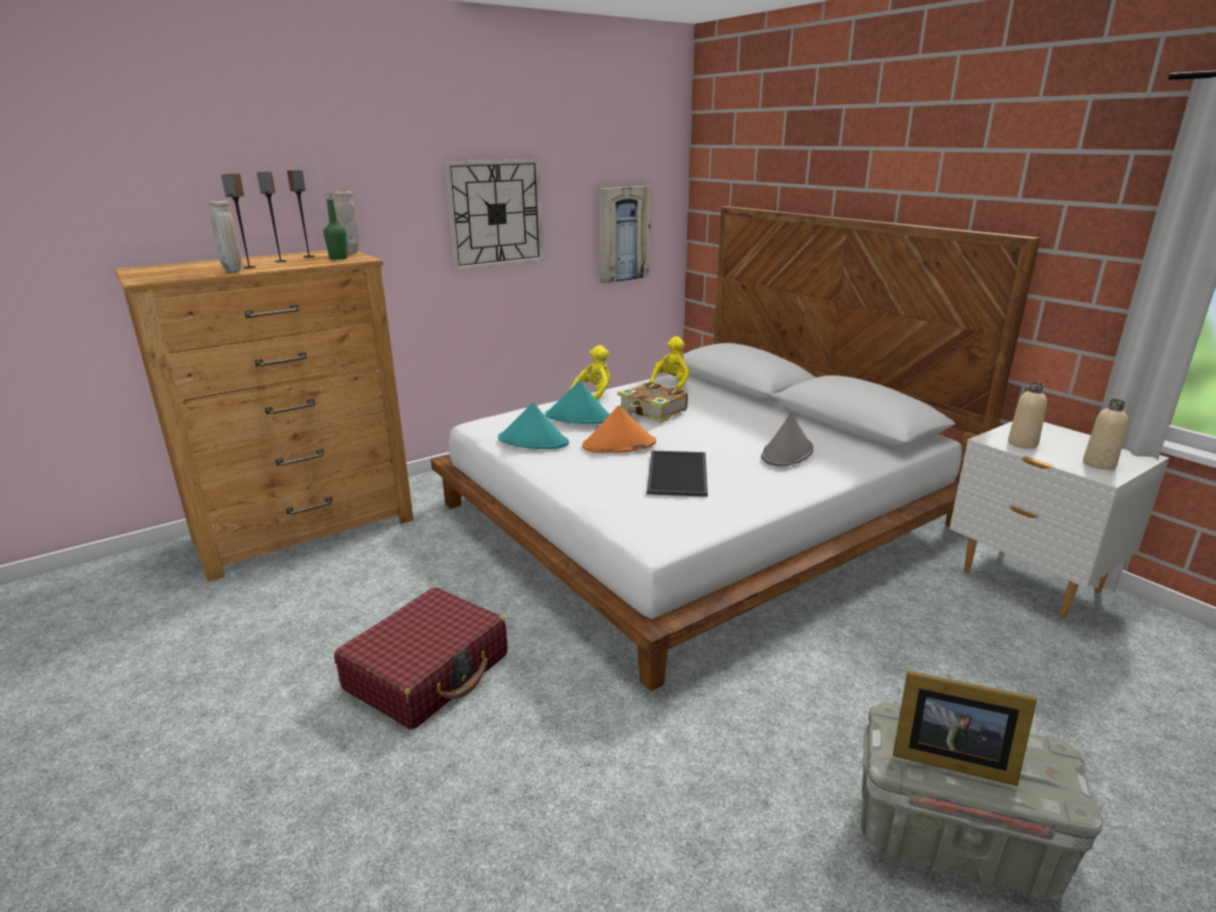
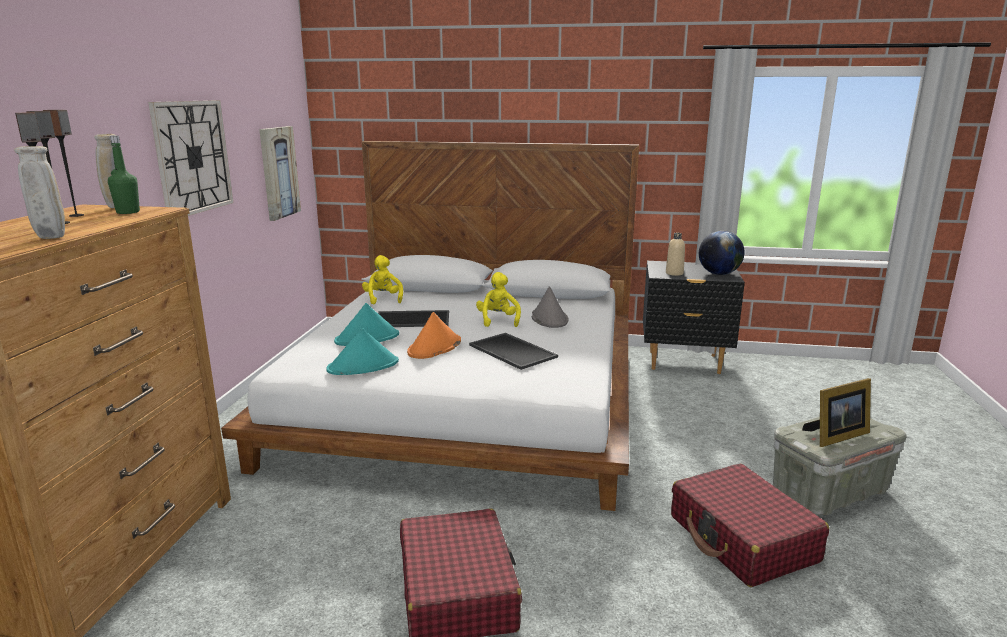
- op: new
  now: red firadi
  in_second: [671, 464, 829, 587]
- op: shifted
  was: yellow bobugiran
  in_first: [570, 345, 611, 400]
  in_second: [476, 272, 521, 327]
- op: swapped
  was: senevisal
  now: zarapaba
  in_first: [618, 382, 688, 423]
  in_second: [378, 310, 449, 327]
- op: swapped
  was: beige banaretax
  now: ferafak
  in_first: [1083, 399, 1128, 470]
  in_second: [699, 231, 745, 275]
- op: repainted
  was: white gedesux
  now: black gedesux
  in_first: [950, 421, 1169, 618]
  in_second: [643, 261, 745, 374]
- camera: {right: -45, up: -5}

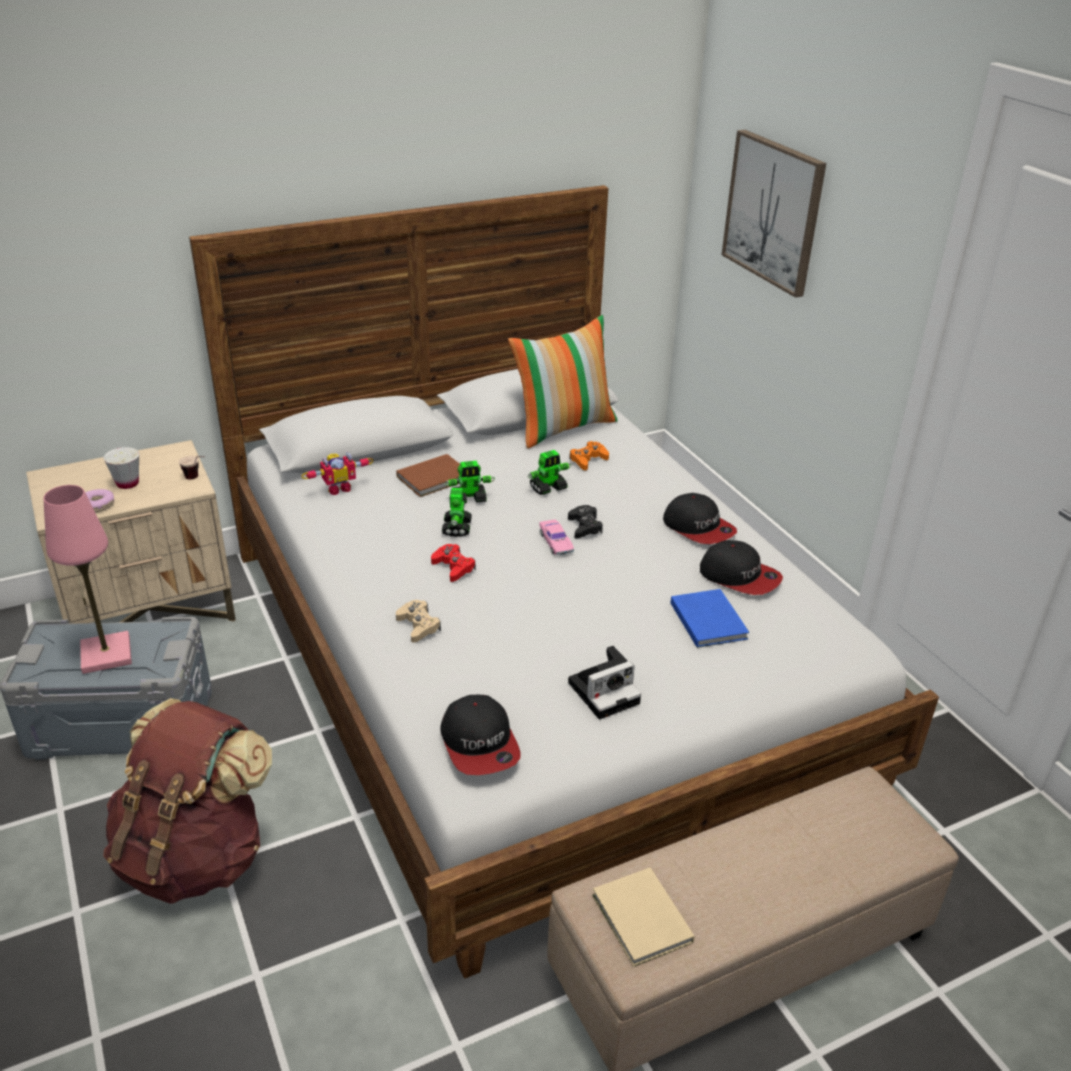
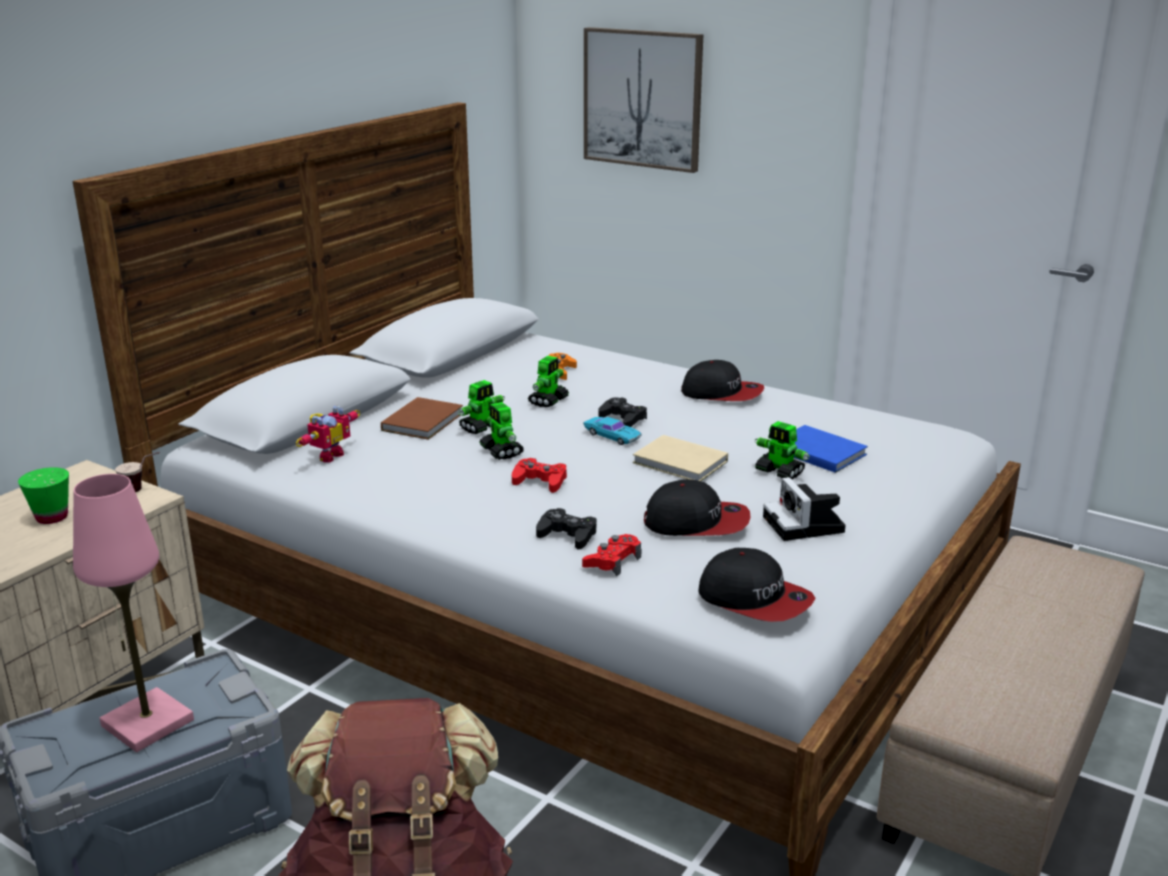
- op: gone
  was: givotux
  in_first: [86, 489, 114, 512]
- op: gone
  was: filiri
  in_first: [508, 315, 618, 448]
- op: new
  now: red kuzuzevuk
  in_second: [582, 534, 641, 576]
- op: new
  now: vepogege
  in_second: [755, 421, 810, 479]
- op: shifted
  was: beige senevisal
  in_first: [592, 867, 694, 967]
  in_second: [633, 435, 728, 481]
- op: shifted
  was: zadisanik
  in_first: [700, 540, 783, 595]
  in_second: [644, 479, 751, 536]
- op: repainted
  was: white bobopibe
  now: green bobopibe
  in_first: [103, 447, 139, 489]
  in_second: [18, 467, 69, 524]
- op: repainted
  was: beige kuzuzevuk
  now: black kuzuzevuk
  in_first: [396, 600, 441, 643]
  in_second: [536, 508, 597, 550]
- op: repainted
  was: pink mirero
  now: turquoise mirero
  in_first: [539, 519, 574, 555]
  in_second: [584, 417, 641, 445]
- op: rotated
  was: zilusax
  in_first: [568, 646, 641, 720]
  in_second: [763, 477, 846, 541]
  clockwise: 135
- camera: {right: -30, up: -10}

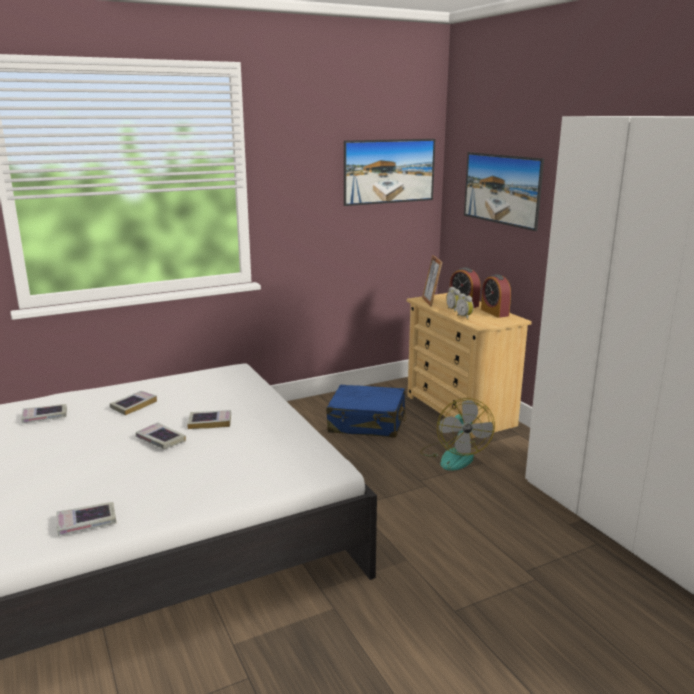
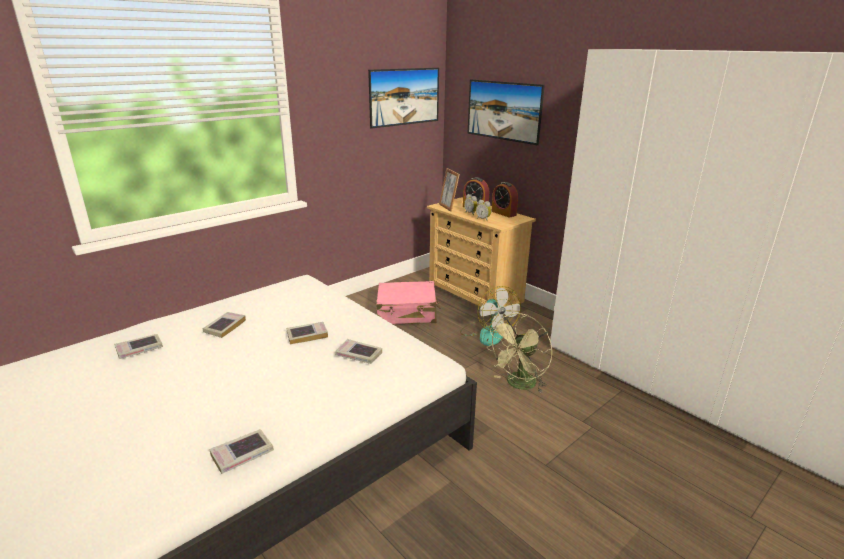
- op: new
  now: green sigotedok
  in_second: [488, 313, 552, 393]
- op: shifted
  was: senevisal
  in_first: [136, 422, 186, 449]
  in_second: [335, 339, 382, 364]
- op: repainted
  was: blue firadi
  now: pink firadi
  in_first: [326, 385, 406, 438]
  in_second: [376, 281, 441, 325]
- camera: {right: -15, up: 5}

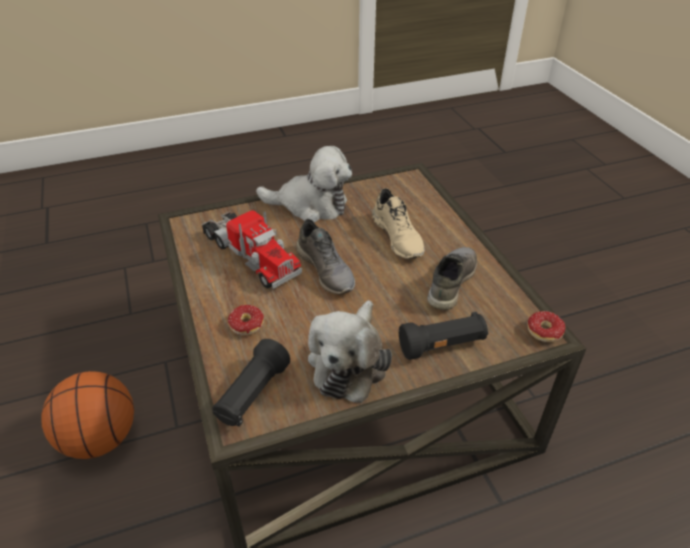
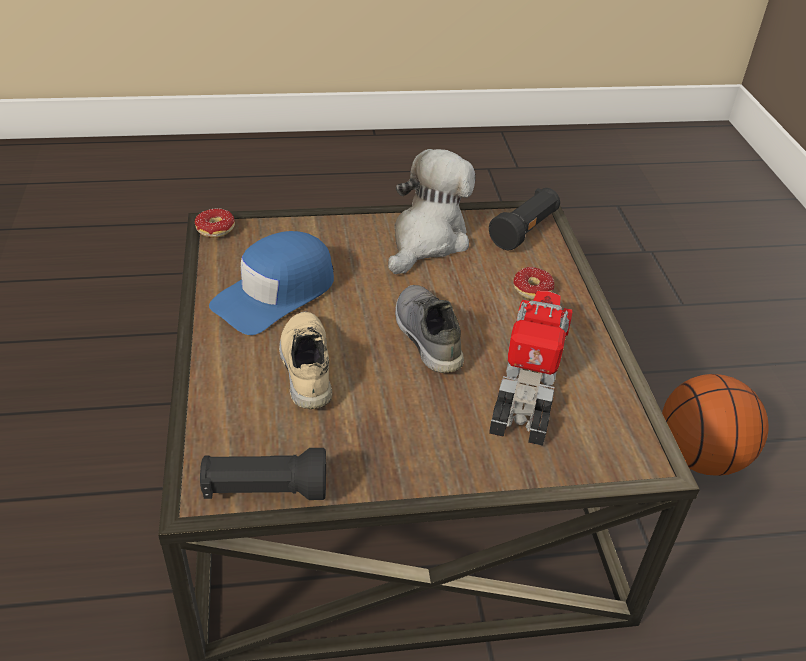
- op: gone
  was: bobugiran
  in_first: [256, 146, 352, 223]
- op: shifted
  was: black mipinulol
  in_first: [399, 312, 488, 360]
  in_second: [200, 448, 326, 500]
- op: swapped
  was: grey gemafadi
  now: blue zadisanik
  in_first: [427, 247, 477, 310]
  in_second: [209, 231, 334, 335]
- op: rotated
  was: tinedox
  in_first: [202, 210, 302, 289]
  in_second: [489, 291, 572, 446]
  clockwise: 45
- camera: {right: -170, up: 0}

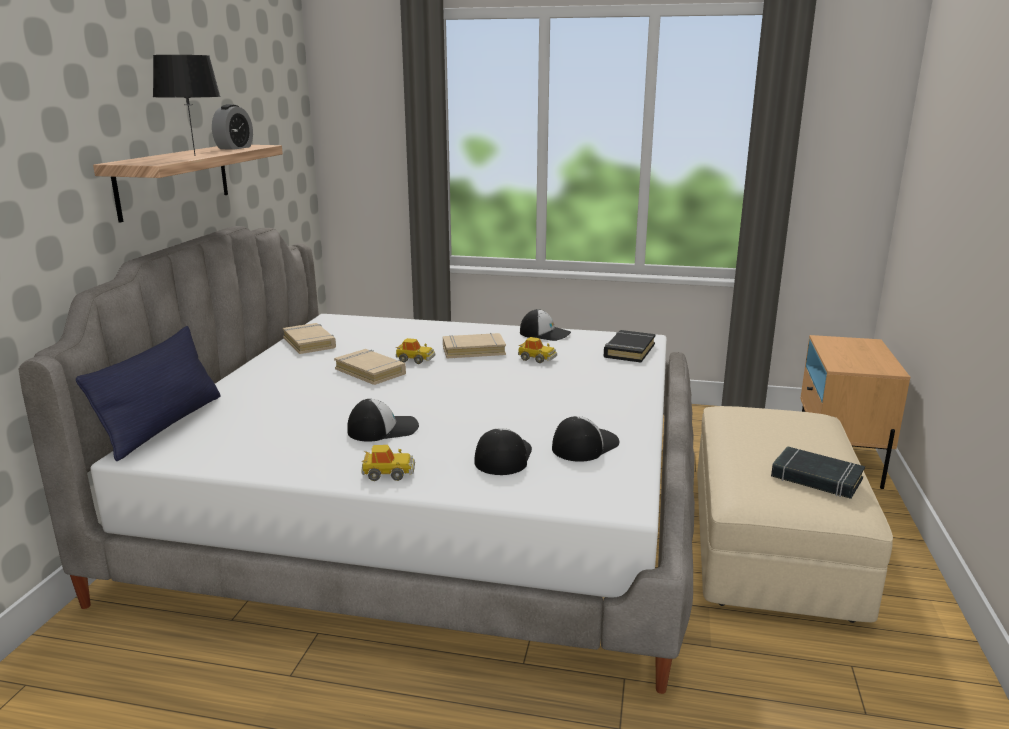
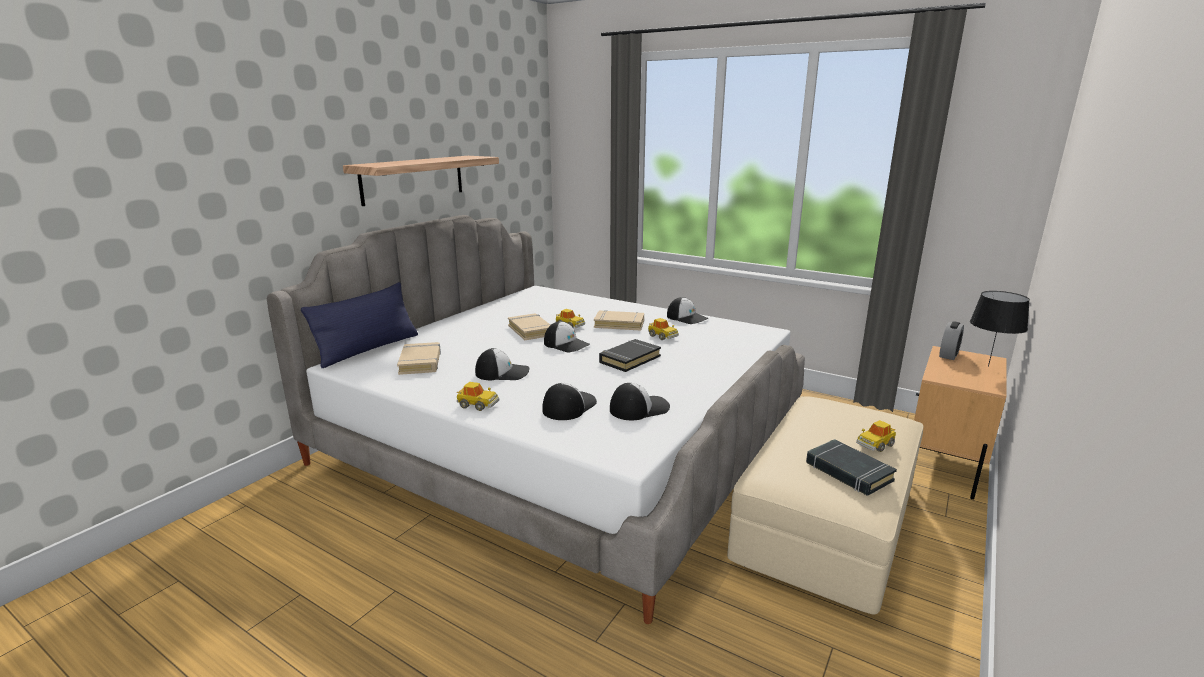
- op: new
  now: zadisanik
  in_second: [544, 321, 590, 353]
- op: new
  now: mirero
  in_second: [856, 420, 896, 452]
- op: shifted
  was: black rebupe
  in_first: [153, 55, 221, 155]
  in_second: [970, 291, 1030, 367]
- op: shifted
  was: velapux
  in_first: [212, 104, 253, 150]
  in_second: [939, 321, 964, 360]
- op: shifted
  was: beige senevisal
  in_first: [283, 323, 336, 354]
  in_second: [397, 342, 441, 375]
- op: shifted
  was: black senevisal
  in_first: [604, 330, 656, 363]
  in_second: [599, 339, 661, 372]
- camera: {right: 20, up: 0}

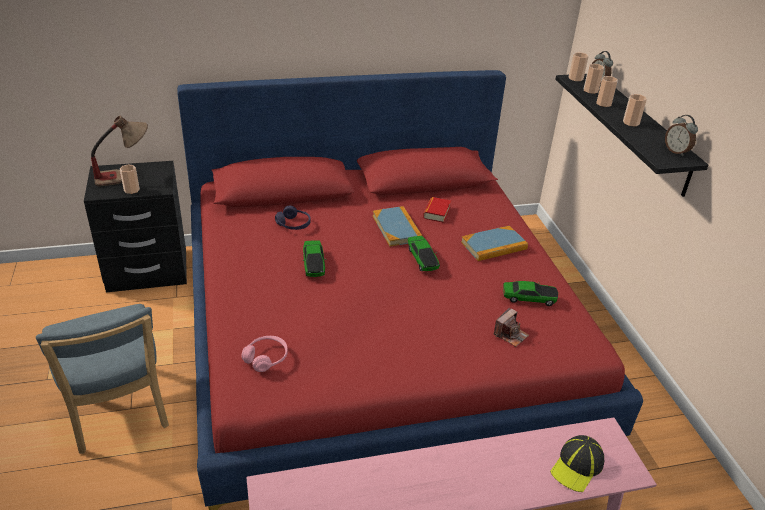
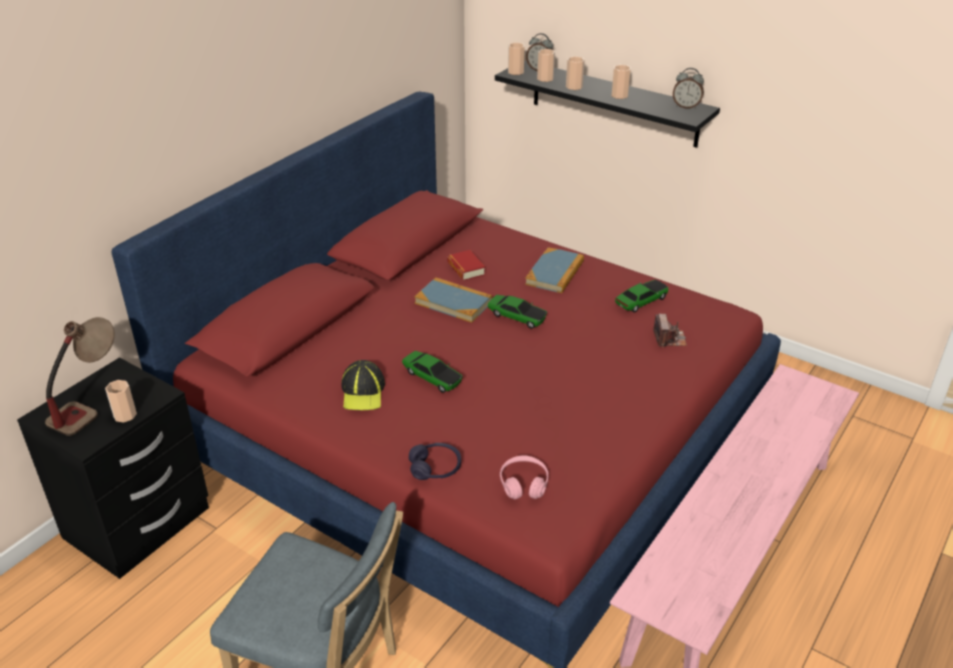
- op: shifted
  was: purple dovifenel
  in_first: [275, 206, 311, 230]
  in_second: [409, 443, 461, 480]
- op: shifted
  was: zadisanik
  in_first: [550, 435, 604, 492]
  in_second: [342, 360, 385, 410]
- camera: {right: -40, up: 0}

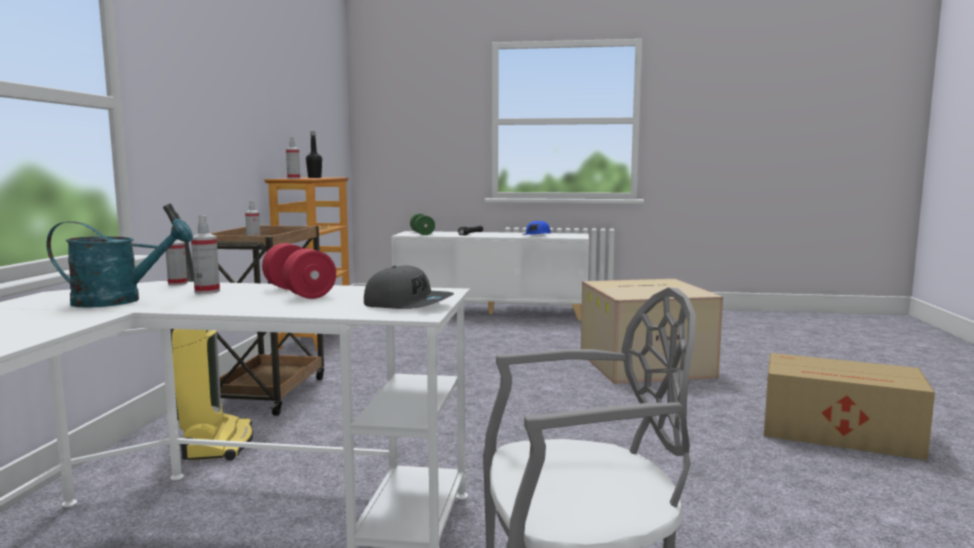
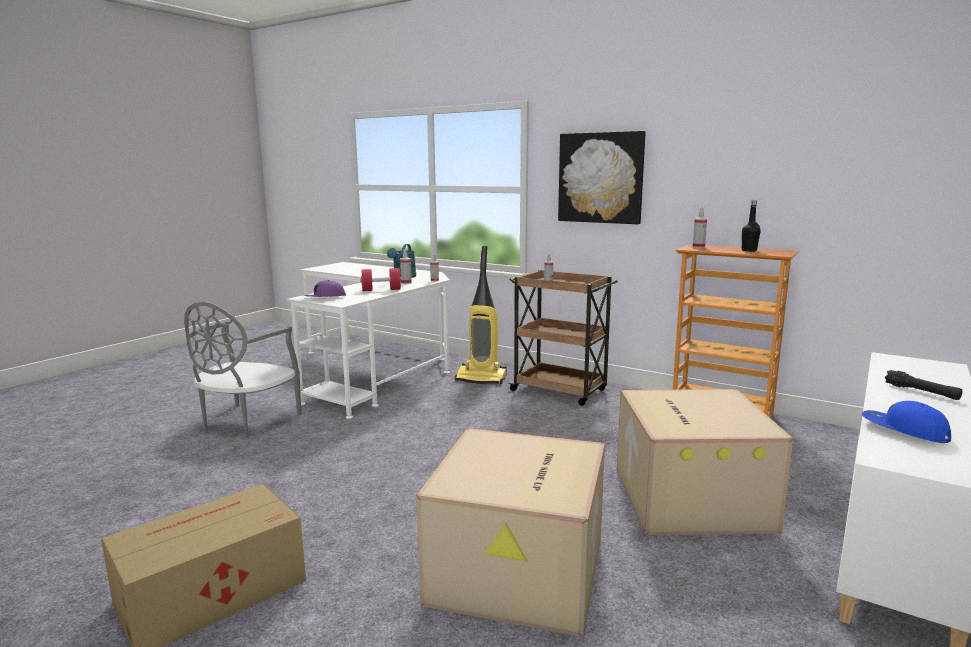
- op: gone
  was: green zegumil
  in_first: [410, 214, 435, 235]
- op: new
  now: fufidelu
  in_second: [558, 131, 646, 224]
- op: new
  now: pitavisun
  in_second: [617, 389, 793, 535]
- op: repainted
  was: grey zadisanik
  now: purple zadisanik
  in_first: [364, 266, 454, 309]
  in_second: [303, 280, 346, 297]
- camera: {right: 115, up: 5}

